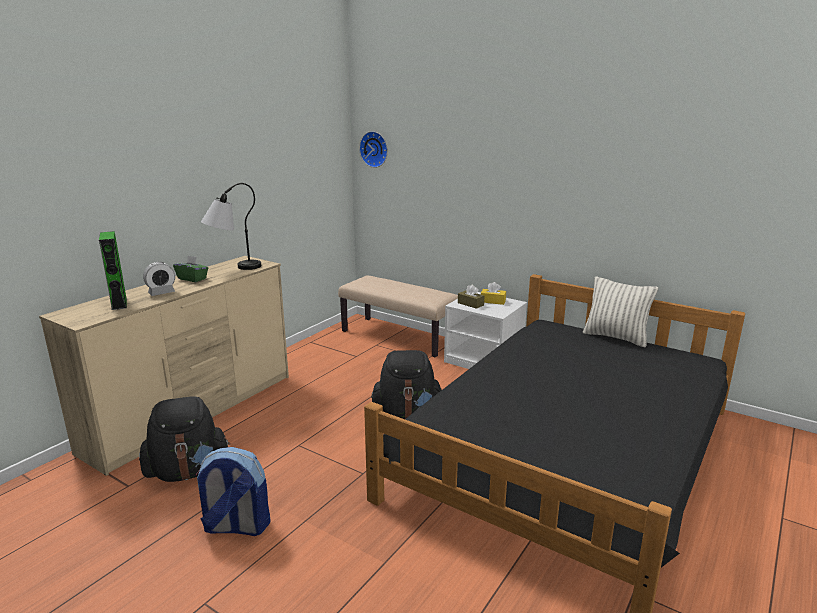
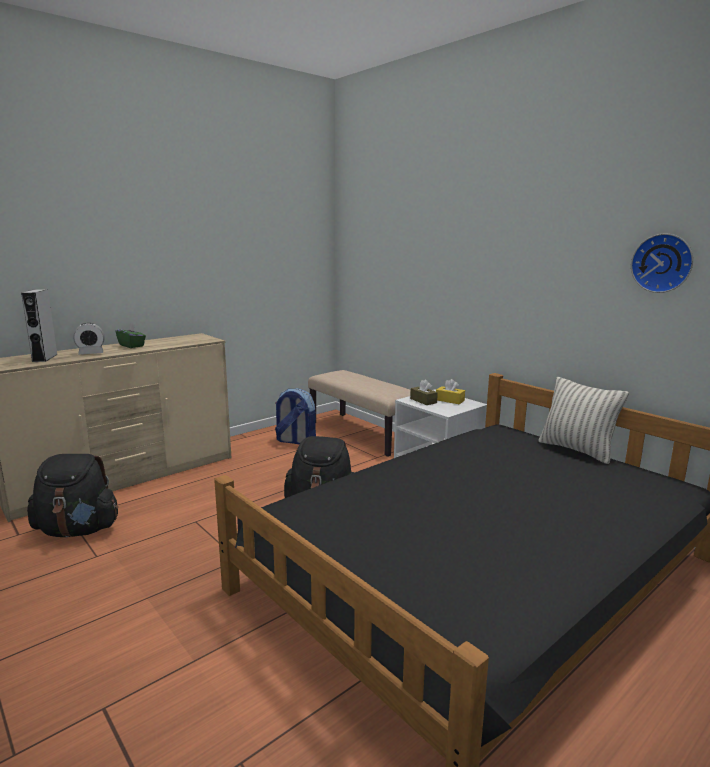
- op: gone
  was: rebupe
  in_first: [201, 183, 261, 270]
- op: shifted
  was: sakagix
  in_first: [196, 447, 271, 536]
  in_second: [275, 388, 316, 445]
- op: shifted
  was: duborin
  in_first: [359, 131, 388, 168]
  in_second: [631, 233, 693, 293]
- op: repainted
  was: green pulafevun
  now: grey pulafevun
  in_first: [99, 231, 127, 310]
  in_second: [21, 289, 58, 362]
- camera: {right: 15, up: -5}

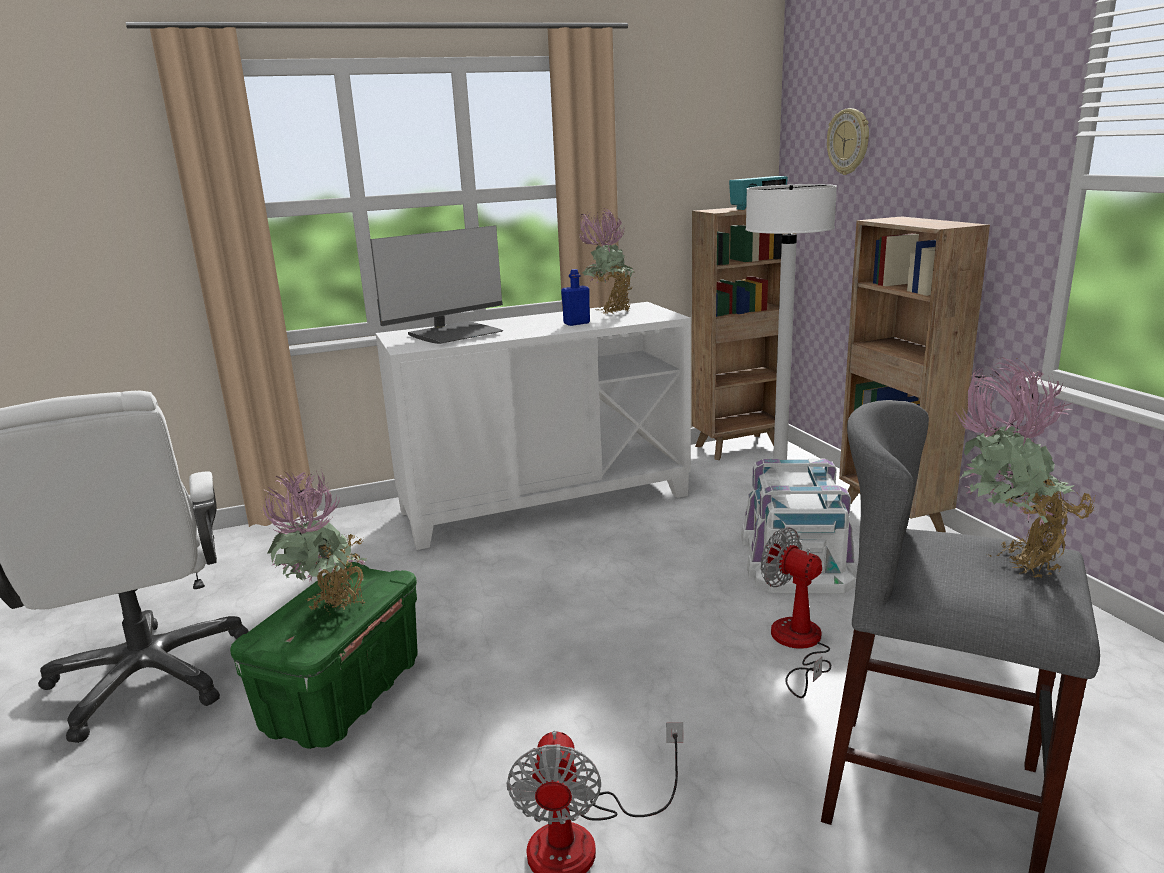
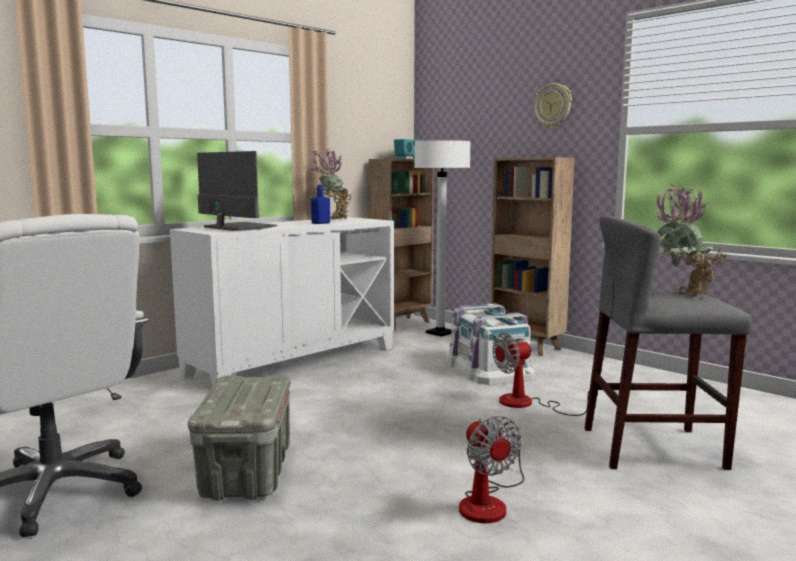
- op: gone
  was: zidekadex
  in_first: [260, 469, 367, 611]
- op: shifted
  was: duborin
  in_first: [827, 108, 869, 175]
  in_second: [533, 83, 572, 128]
- op: repainted
  was: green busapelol
  now: grey busapelol
  in_first: [230, 562, 418, 749]
  in_second: [188, 374, 290, 501]
- op: rotated
  was: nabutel
  in_first: [370, 225, 503, 344]
  in_second: [197, 151, 277, 231]
  clockwise: -75
- op: rotated
  was: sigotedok
  in_first: [761, 528, 831, 698]
  in_second: [493, 333, 589, 416]
  clockwise: -45
- camera: {right: -25, up: -10}

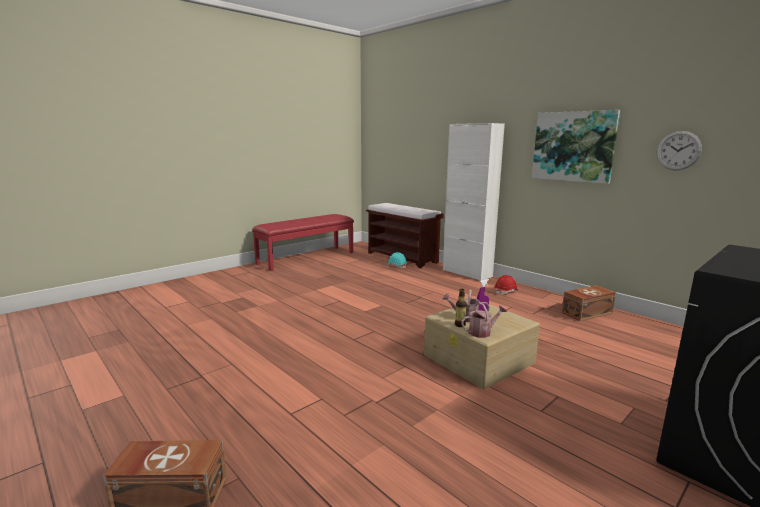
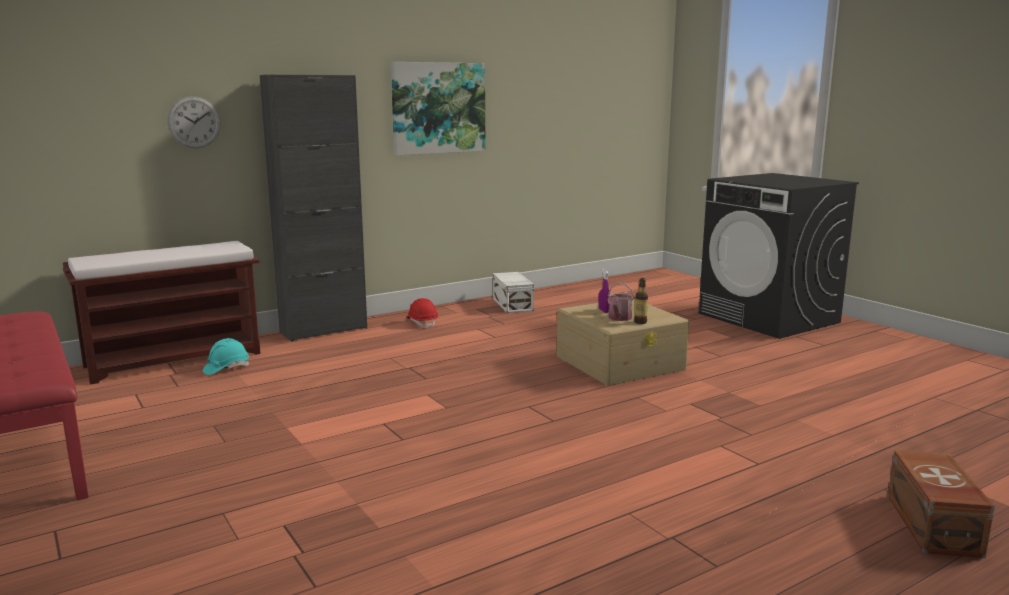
- op: gone
  was: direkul
  in_first: [461, 302, 507, 338]
- op: shifted
  was: duborin
  in_first: [657, 131, 702, 170]
  in_second: [167, 96, 221, 148]
- op: repainted
  was: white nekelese
  now: black nekelese
  in_first: [443, 123, 505, 281]
  in_second: [260, 75, 367, 342]
- op: repainted
  was: brown busapelol
  now: white busapelol
  in_first: [562, 285, 616, 321]
  in_second: [493, 272, 534, 313]
- camera: {right: -80, up: 0}

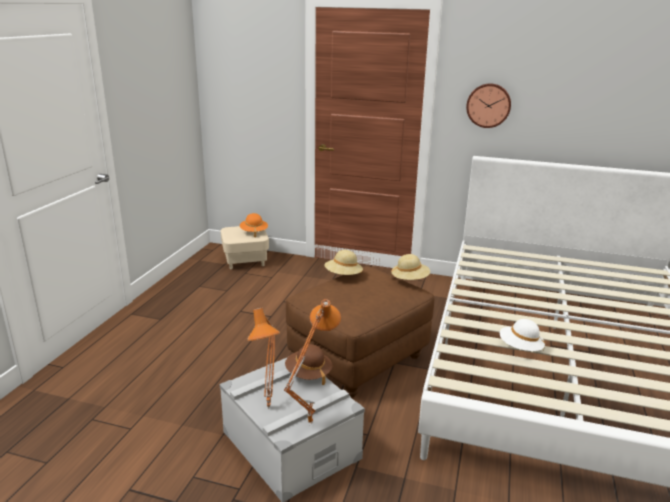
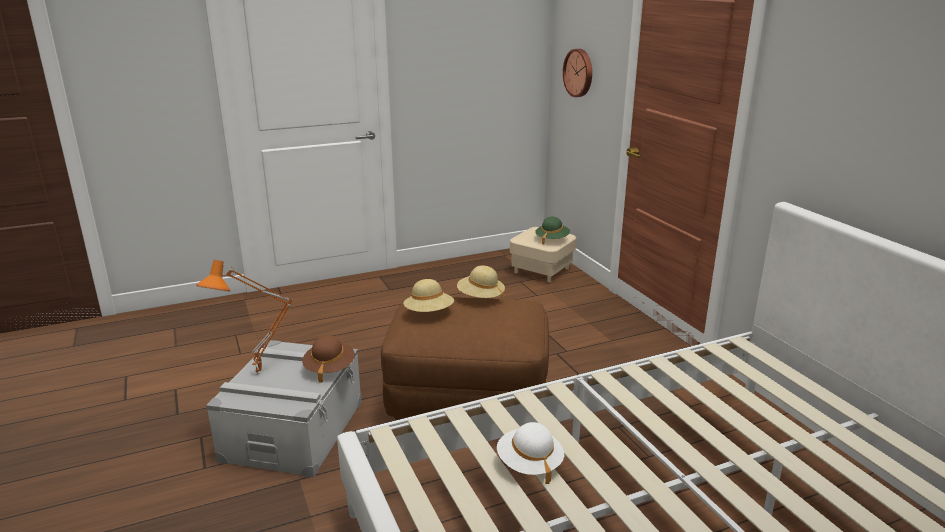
- op: gone
  was: orange rebupe
  in_first: [284, 299, 341, 426]
- op: shifted
  was: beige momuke
  in_first: [391, 254, 430, 280]
  in_second: [403, 279, 454, 312]
- op: shifted
  was: duborin
  in_first: [466, 83, 511, 128]
  in_second: [563, 49, 592, 97]
- op: repainted
  was: orange momuke
  now: green momuke
  in_first: [240, 213, 268, 238]
  in_second: [535, 217, 570, 245]
- camera: {right: 50, up: 0}

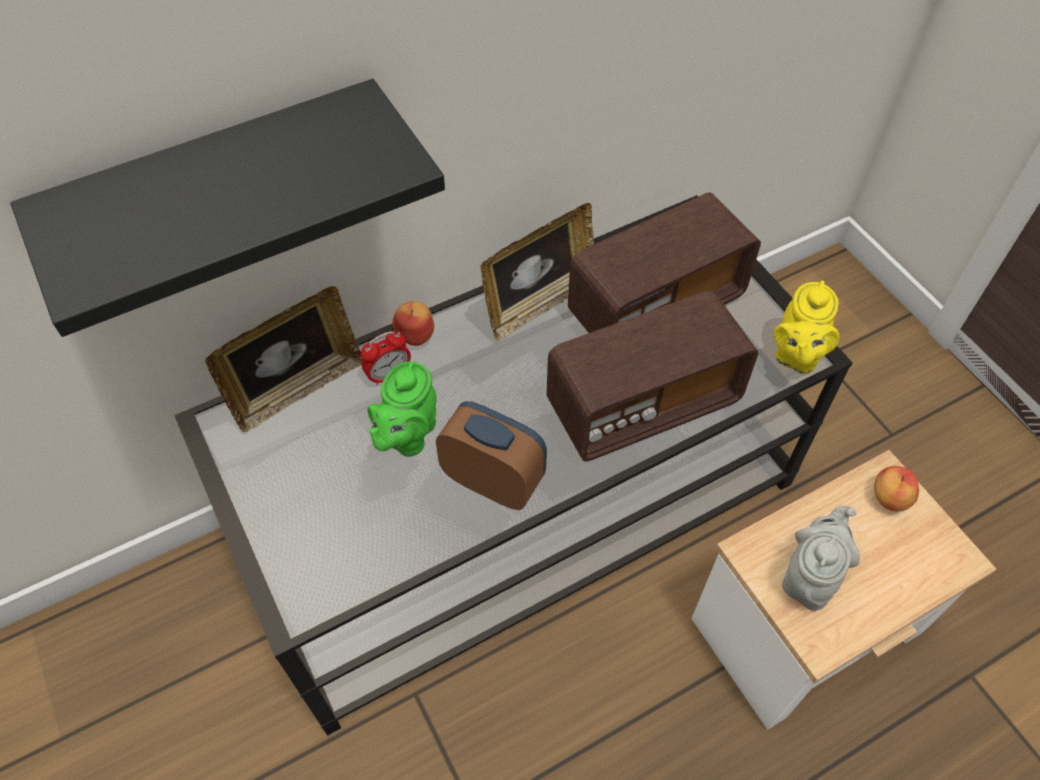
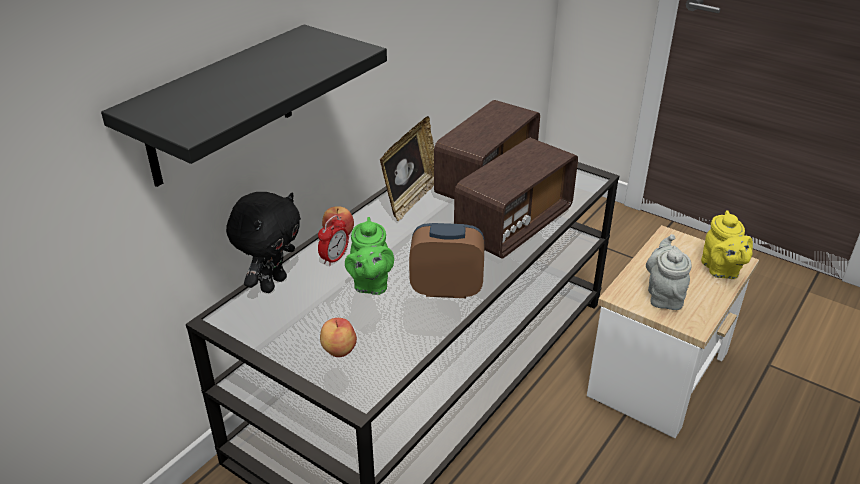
- op: shifted
  was: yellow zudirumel
  in_first: [774, 281, 840, 374]
  in_second: [701, 210, 753, 279]
- op: shifted
  was: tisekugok
  in_first: [874, 466, 919, 512]
  in_second: [320, 318, 357, 357]
- op: swapped
  was: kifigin
  now: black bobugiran
  in_first: [205, 286, 362, 432]
  in_second: [226, 192, 301, 293]
- camera: {right: -25, up: -20}

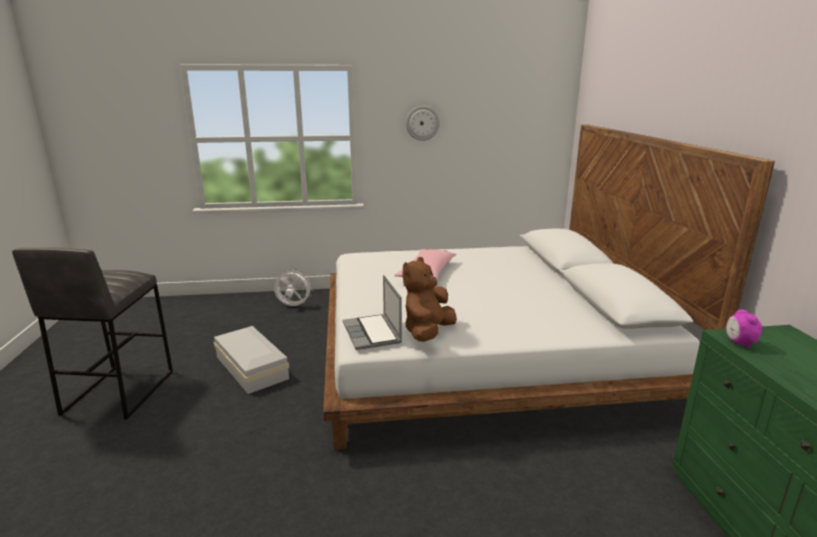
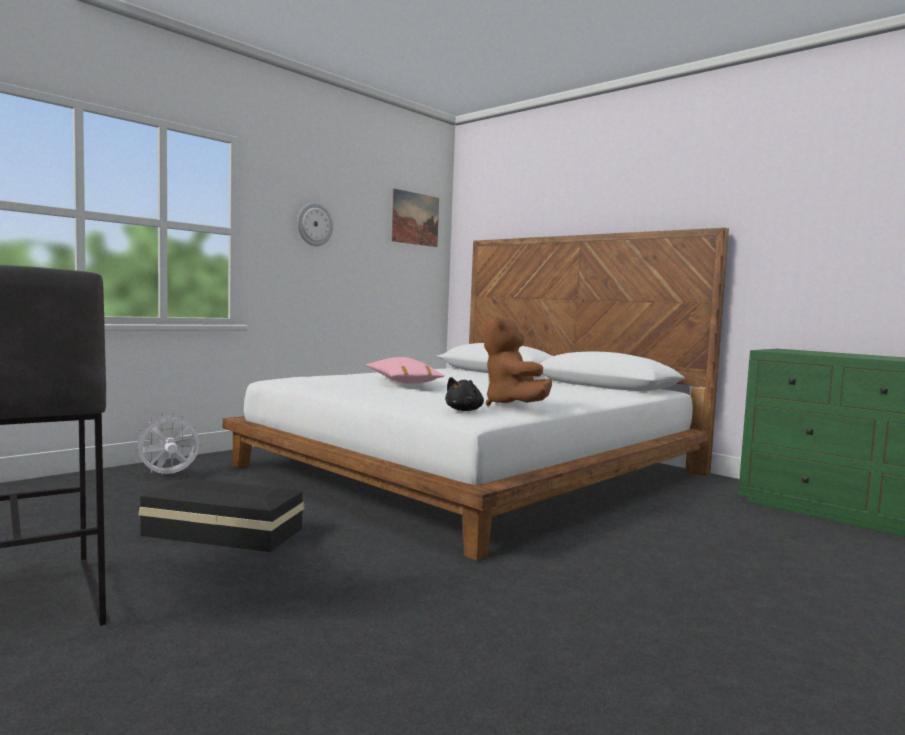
- op: gone
  was: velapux
  in_first: [726, 310, 762, 348]
- op: new
  now: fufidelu
  in_second: [391, 188, 439, 247]
- op: swapped
  was: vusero
  now: black bobugiran
  in_first: [343, 275, 402, 350]
  in_second: [445, 377, 484, 411]
- op: repainted
  was: white busapelol
  now: black busapelol
  in_first: [214, 326, 289, 394]
  in_second: [138, 478, 304, 552]
- camera: {right: -40, up: -15}

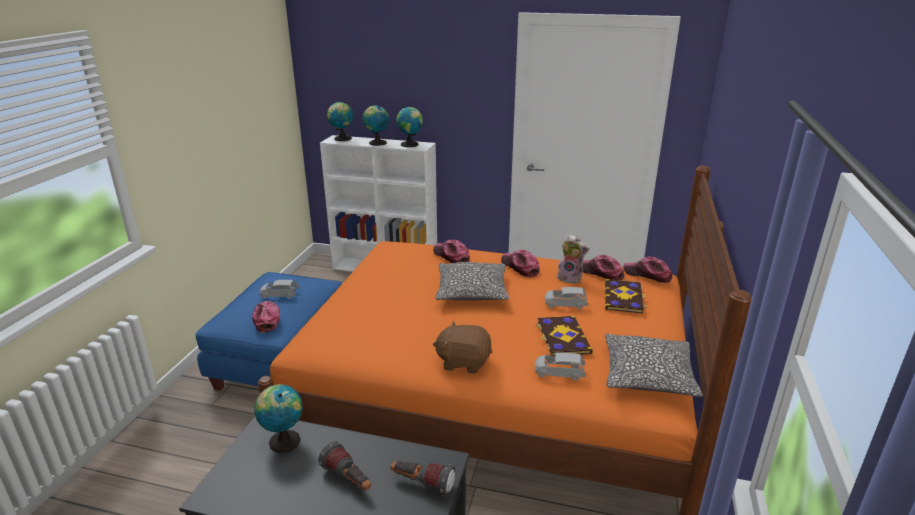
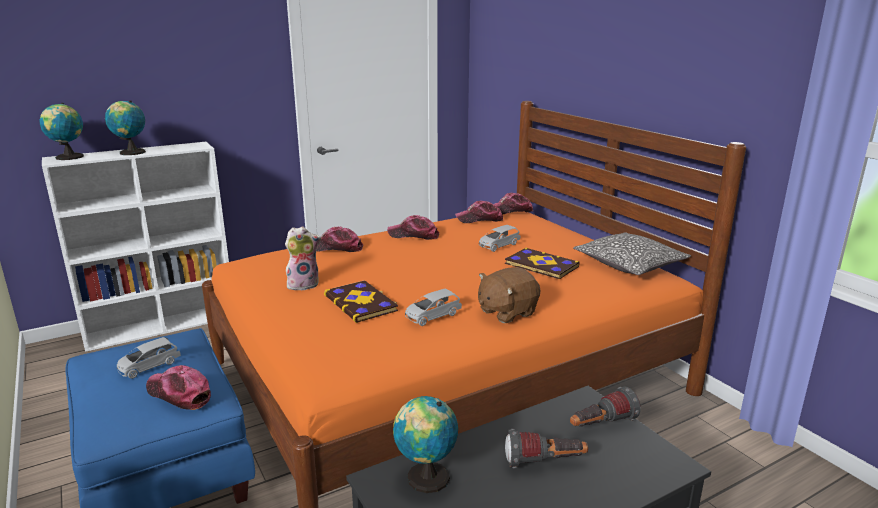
- op: gone
  was: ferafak
  in_first: [396, 107, 423, 147]
- op: gone
  was: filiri
  in_first: [435, 262, 509, 301]
- op: shifted
  was: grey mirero
  in_first: [534, 352, 586, 381]
  in_second: [405, 288, 462, 326]
- op: shifted
  was: bobugiran
  in_first: [557, 234, 589, 284]
  in_second: [285, 227, 321, 291]
- op: shifted
  was: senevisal
  in_first: [605, 279, 647, 314]
  in_second: [324, 280, 398, 323]
- camera: {right: -45, up: -5}

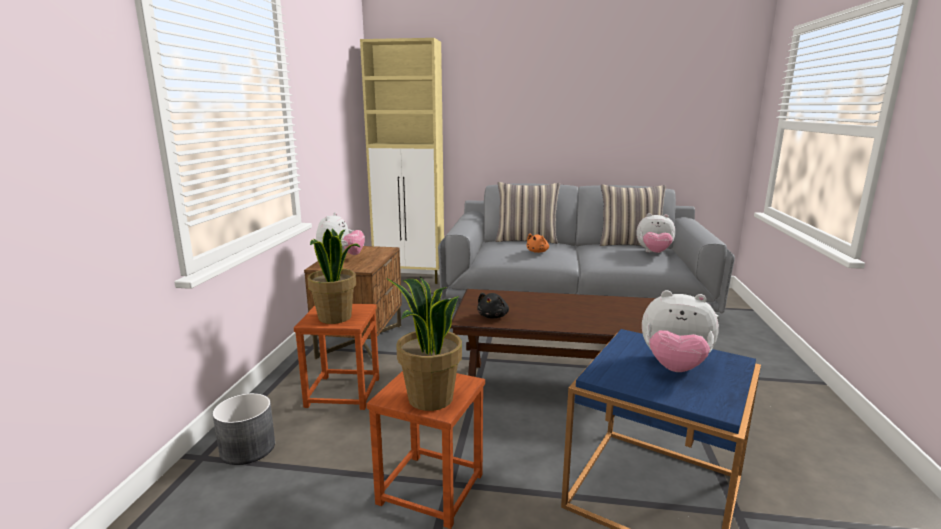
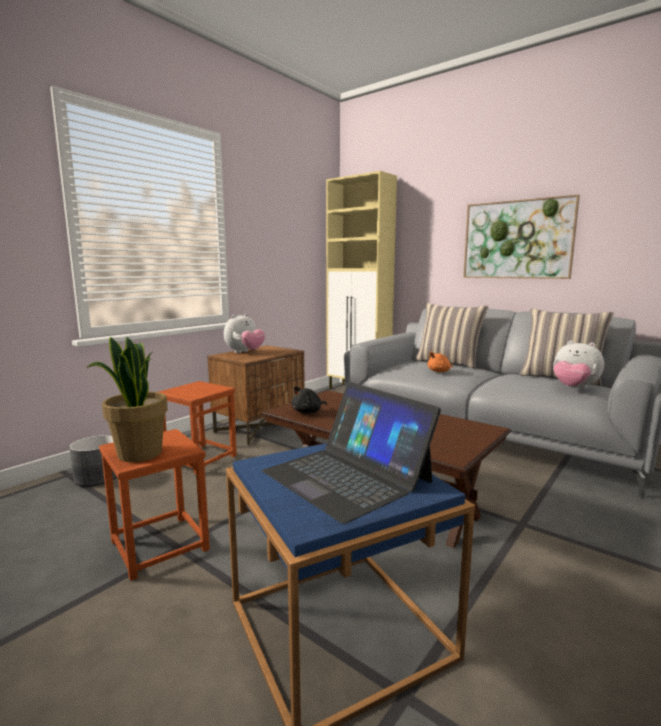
- op: gone
  was: zidekadex
  in_first: [307, 228, 360, 324]
- op: new
  now: fufidelu
  in_second: [463, 195, 580, 279]
- op: swapped
  was: bobugiran
  now: vusero
  in_first: [642, 290, 719, 372]
  in_second: [262, 382, 441, 524]
- camera: {right: 30, up: -5}

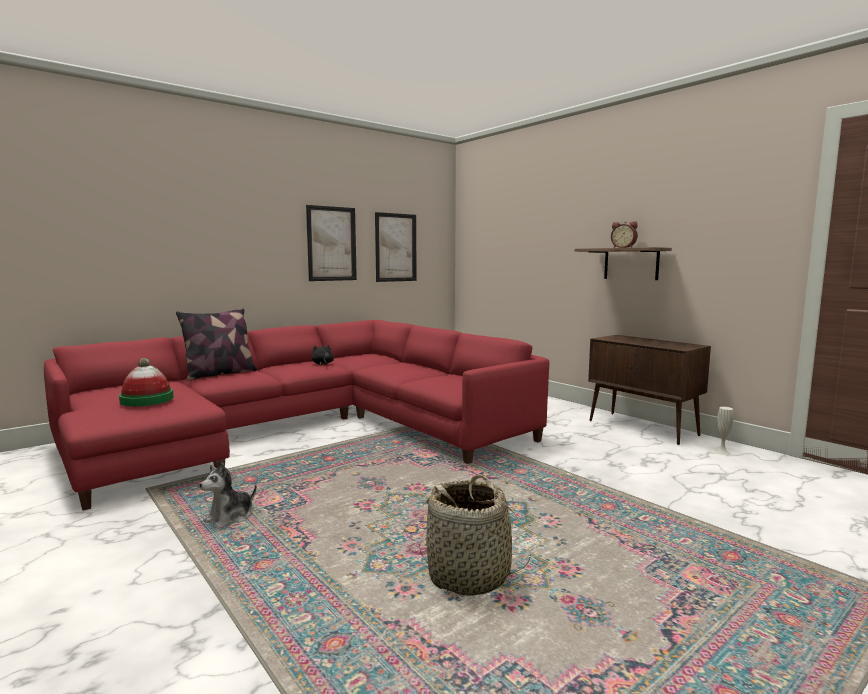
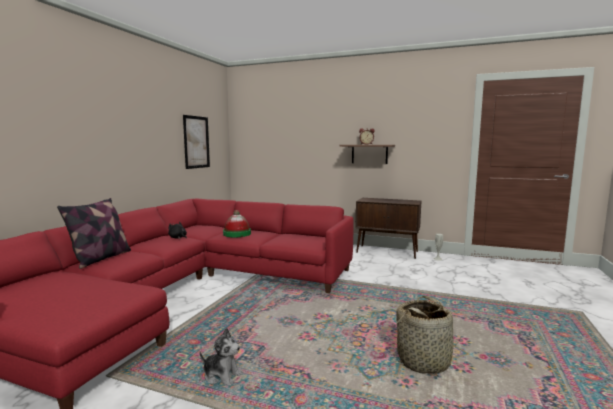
- op: gone
  was: fufidelu
  in_first: [306, 205, 357, 281]
- op: shifted
  was: momuke
  in_first: [119, 358, 174, 406]
  in_second: [223, 210, 251, 237]
- op: rotated
  was: bobugiran
  in_first: [199, 462, 257, 529]
  in_second: [200, 328, 243, 386]
  clockwise: -75
- camera: {right: -30, up: 0}

